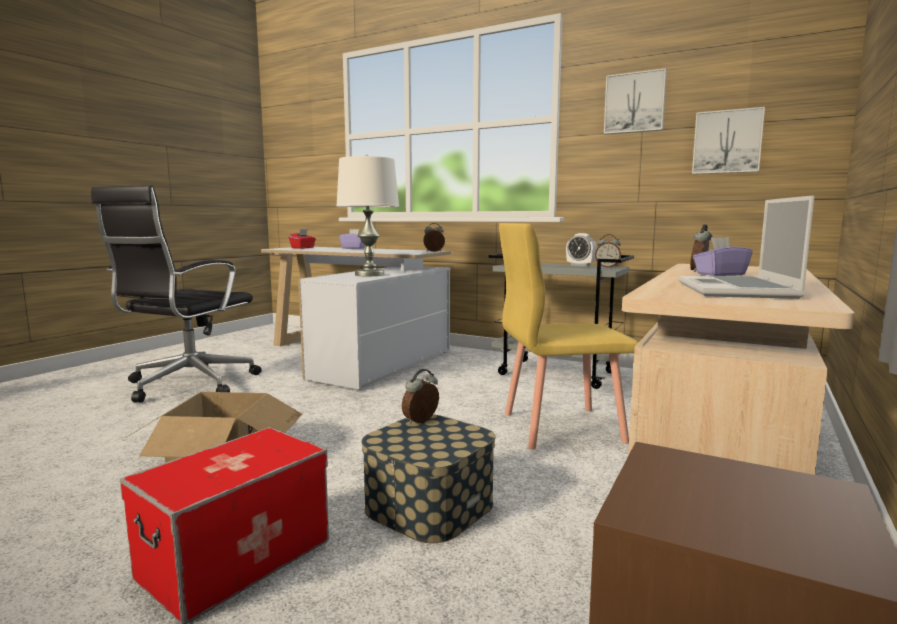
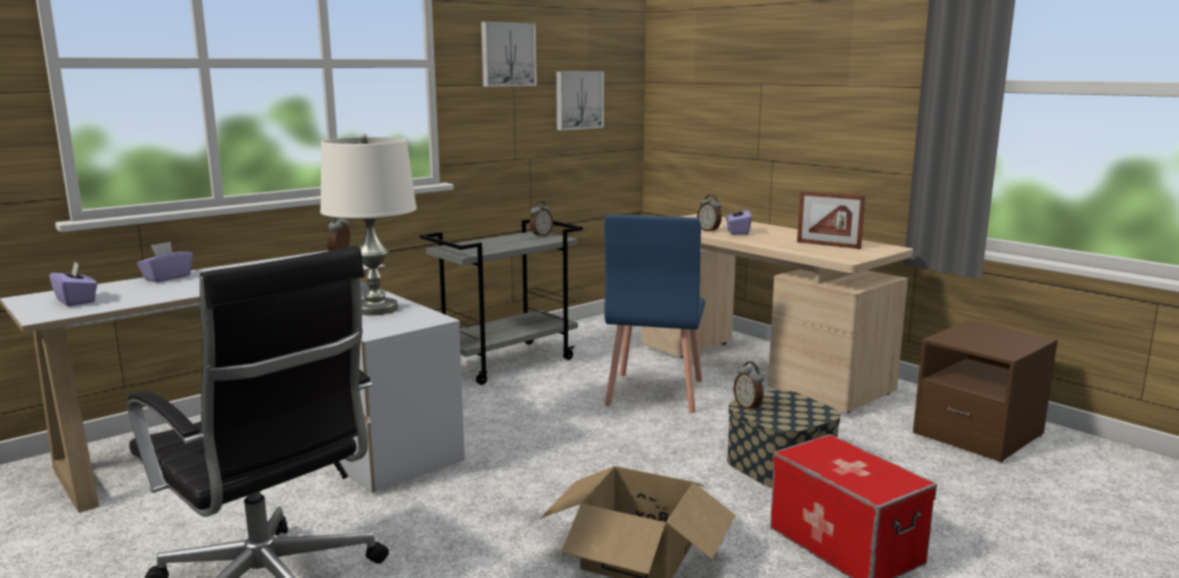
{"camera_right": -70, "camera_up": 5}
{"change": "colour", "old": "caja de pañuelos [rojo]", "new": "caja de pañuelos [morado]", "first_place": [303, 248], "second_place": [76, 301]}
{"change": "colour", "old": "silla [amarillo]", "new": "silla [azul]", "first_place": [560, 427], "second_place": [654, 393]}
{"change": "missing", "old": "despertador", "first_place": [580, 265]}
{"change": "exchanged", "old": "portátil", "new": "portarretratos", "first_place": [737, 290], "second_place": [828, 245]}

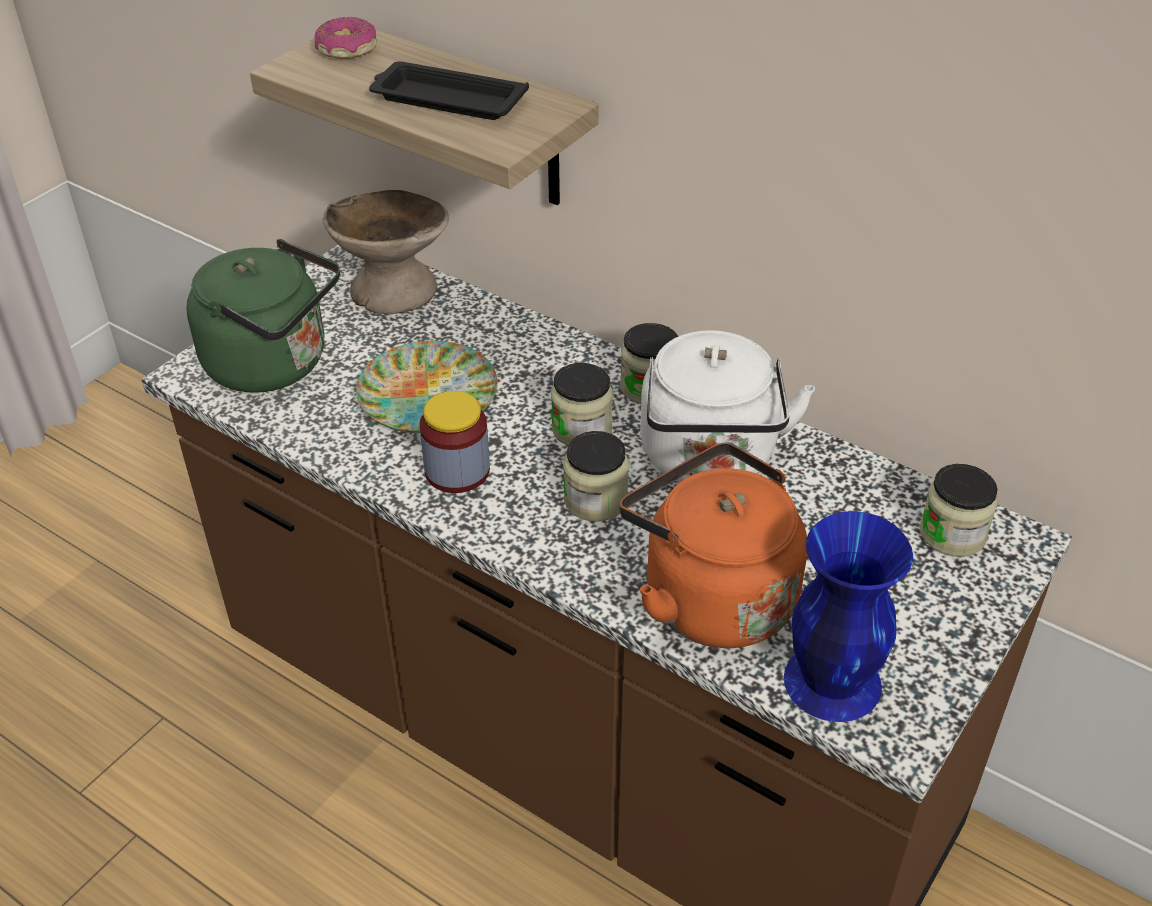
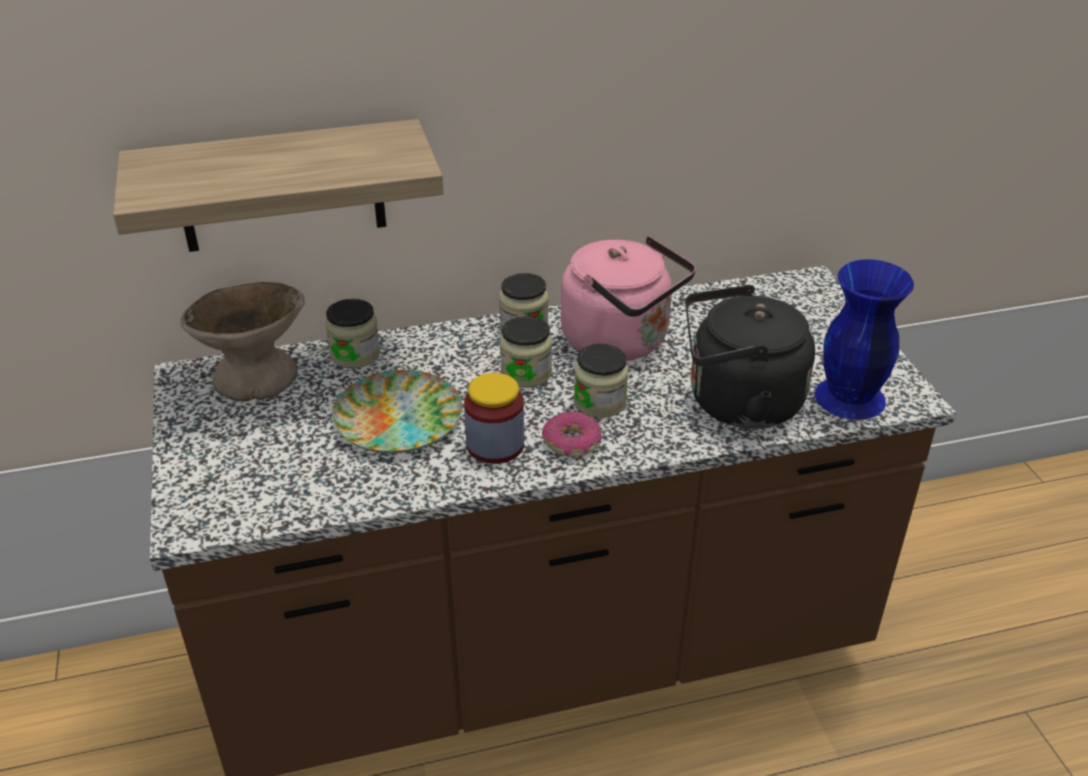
{"camera_right": -50, "camera_up": -5}
{"change": "missing", "old": "hervidor [verde]", "first_place": [275, 364]}
{"change": "relocated", "old": "rosquilla", "first_place": [347, 49], "second_place": [571, 442]}
{"change": "missing", "old": "bandeja [negro]", "first_place": [446, 100]}
{"change": "colour", "old": "hervidor [naranja]", "new": "hervidor [negro]", "first_place": [711, 596], "second_place": [737, 403]}
{"change": "colour", "old": "hervidor [blanco]", "new": "hervidor [rosa]", "first_place": [710, 461], "second_place": [621, 341]}
{"change": "relocated", "old": "tarro", "first_place": [952, 534], "second_place": [355, 354]}

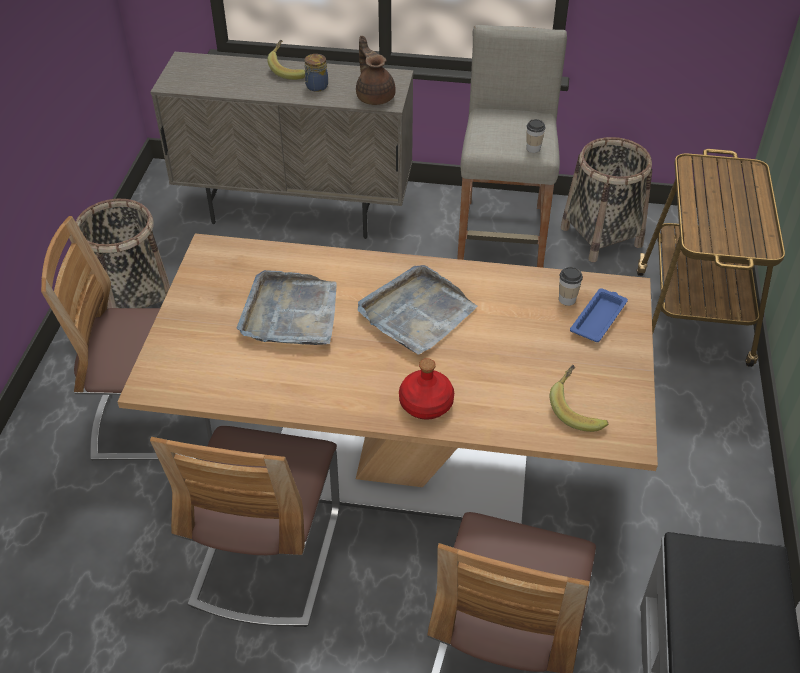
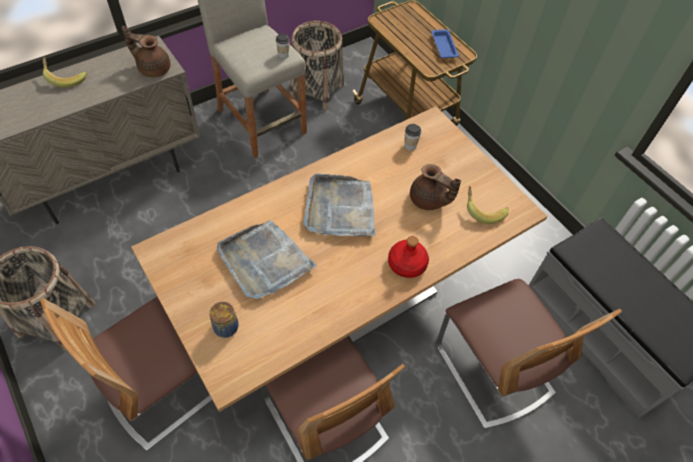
{"camera_right": -45, "camera_up": 10}
{"change": "relocated", "old": "tarro", "first_place": [316, 87], "second_place": [226, 328]}
{"change": "relocated", "old": "bandeja [azul]", "first_place": [598, 318], "second_place": [443, 46]}
{"change": "appeared", "new": "tetera [marrón]", "second_place": [428, 200]}

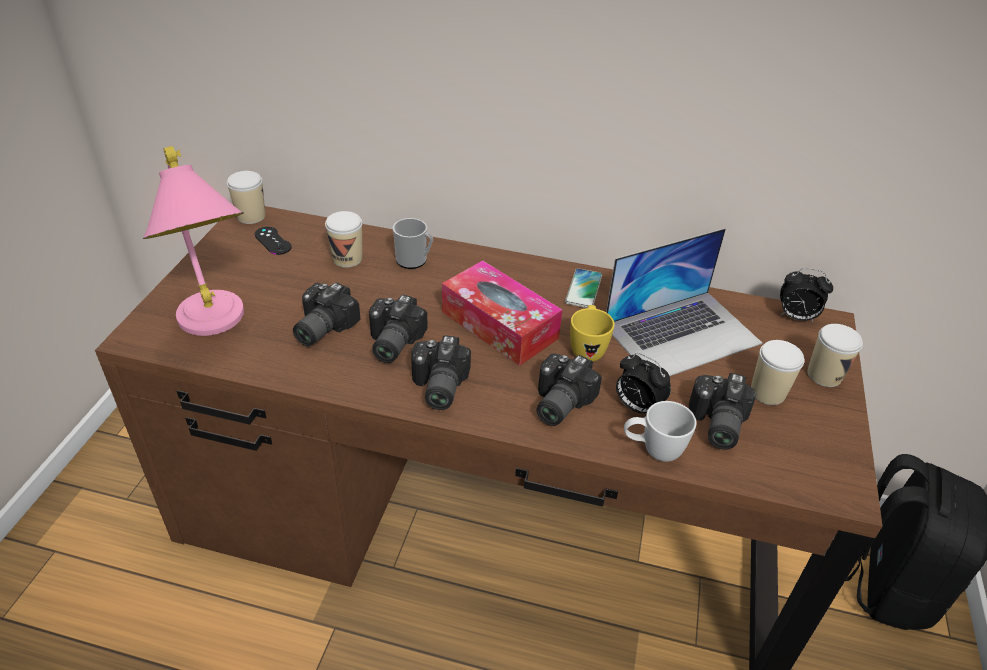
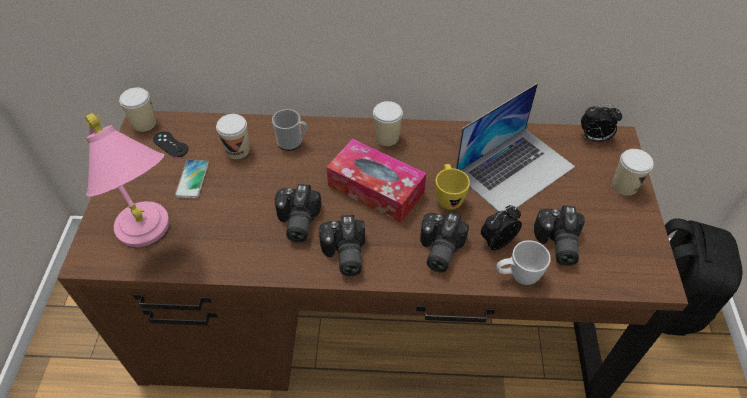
{"camera_right": -10, "camera_up": 10}
{"change": "missing", "old": "cámara", "first_place": [320, 327]}
{"change": "relocated", "old": "móvil", "first_place": [583, 289], "second_place": [192, 179]}
{"change": "spun", "old": "despertador", "first_place": [636, 407], "second_place": [497, 241], "degrees": 120}
{"change": "relocated", "old": "taza", "first_place": [767, 392], "second_place": [387, 137]}

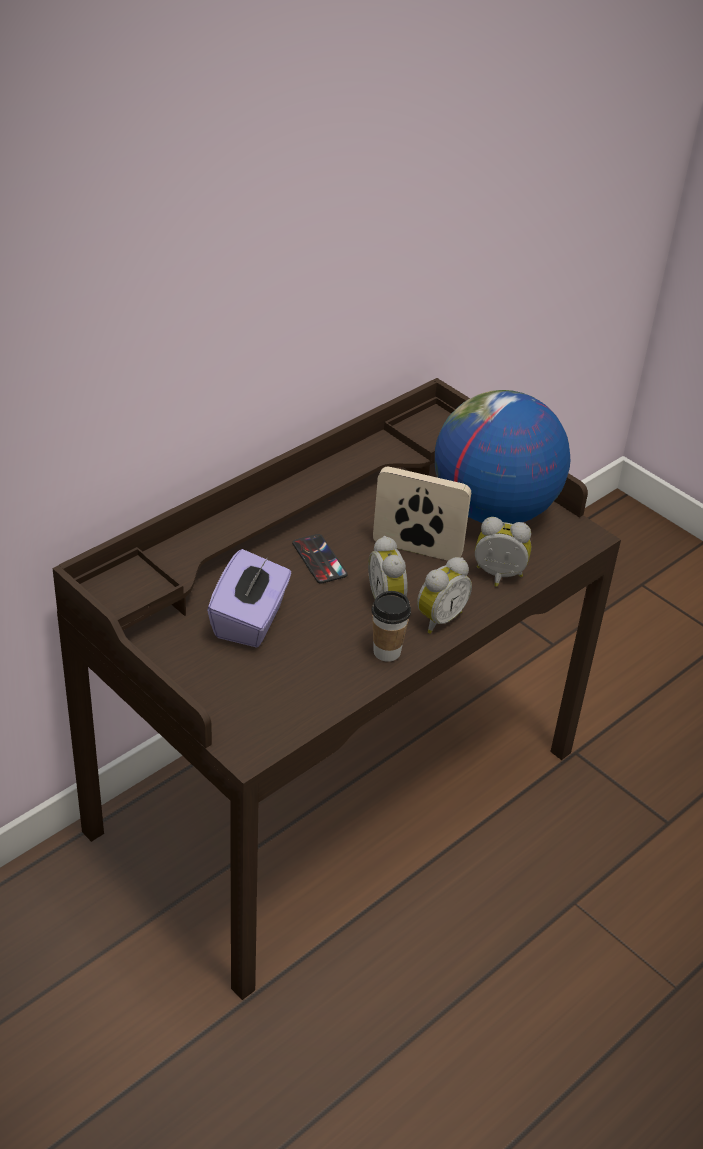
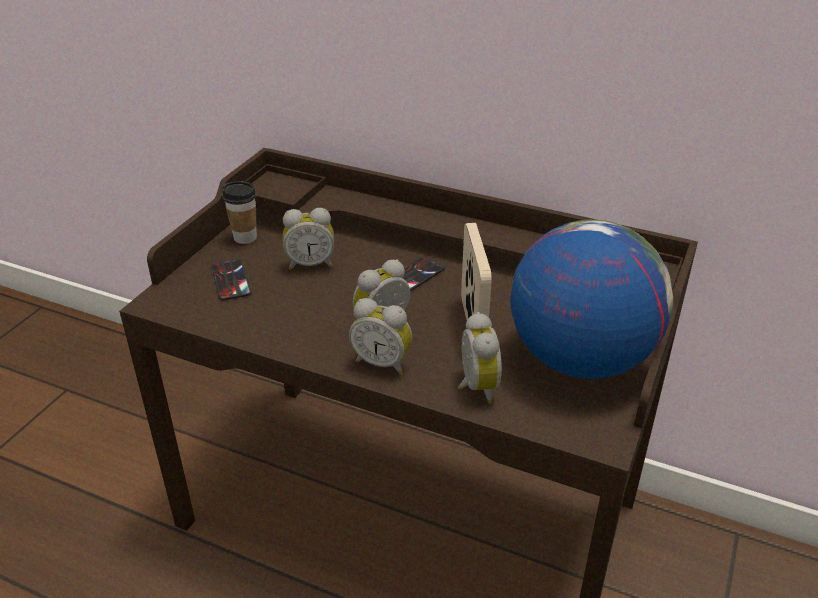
{"camera_right": 70, "camera_up": -5}
{"change": "exchanged", "old": "caja de pañuelos [morado]", "new": "despertador", "first_place": [250, 620], "second_place": [310, 264]}
{"change": "relocated", "old": "taza", "first_place": [387, 652], "second_place": [245, 237]}
{"change": "appeared", "new": "móvil", "second_place": [230, 280]}

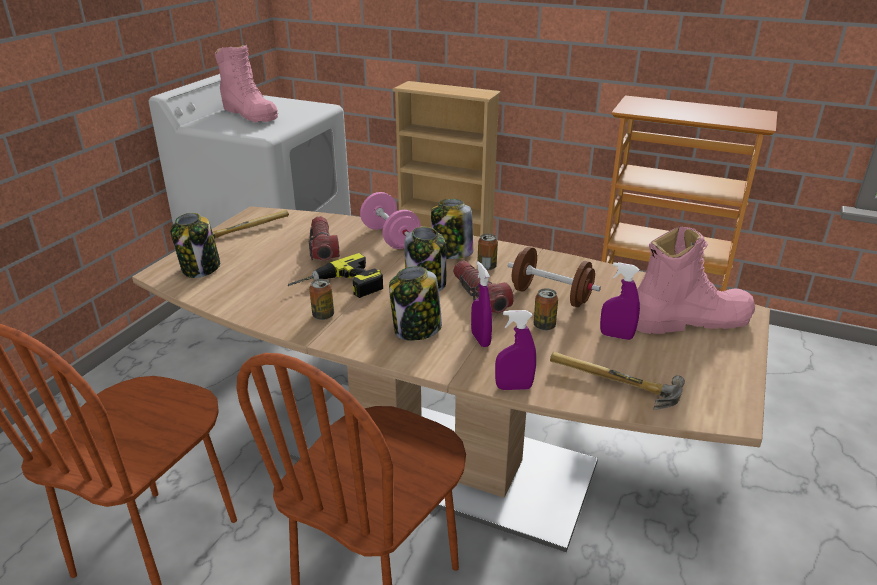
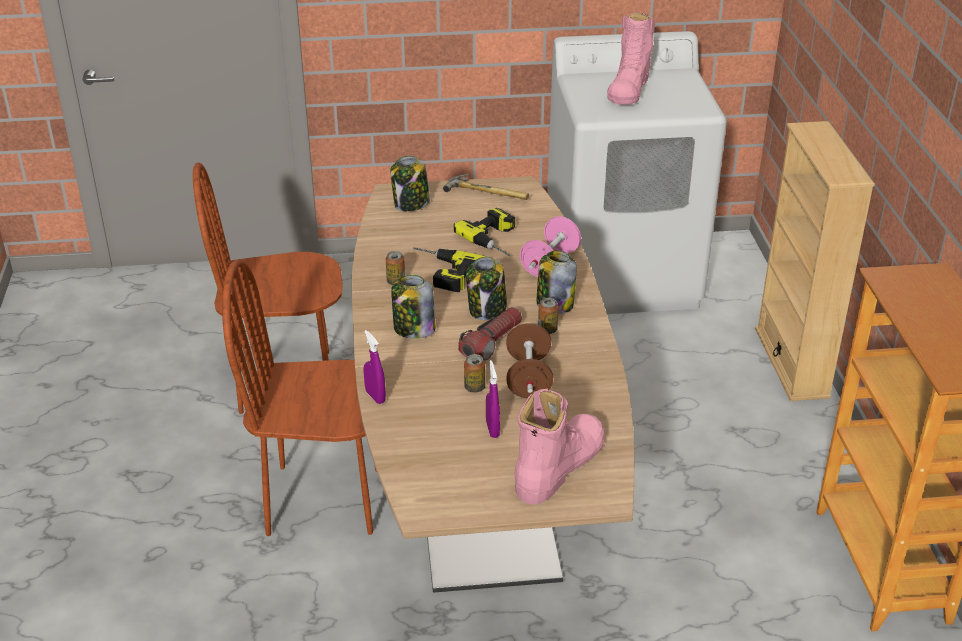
{"camera_right": 60, "camera_up": 5}
{"change": "exchanged", "old": "linterna", "new": "taladro", "first_place": [323, 247], "second_place": [497, 239]}
{"change": "missing", "old": "pulverizador [morado]", "first_place": [480, 339]}
{"change": "missing", "old": "martillo", "first_place": [613, 386]}
{"change": "spun", "old": "bota [rosa]", "first_place": [690, 320], "second_place": [558, 466], "degrees": -105}

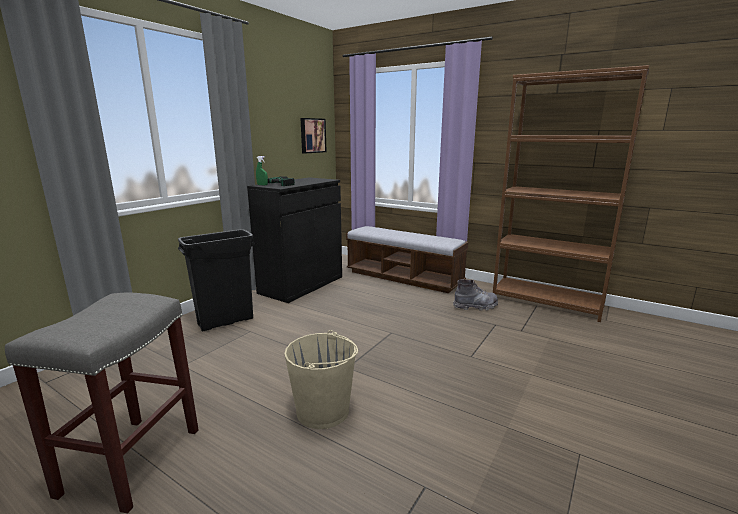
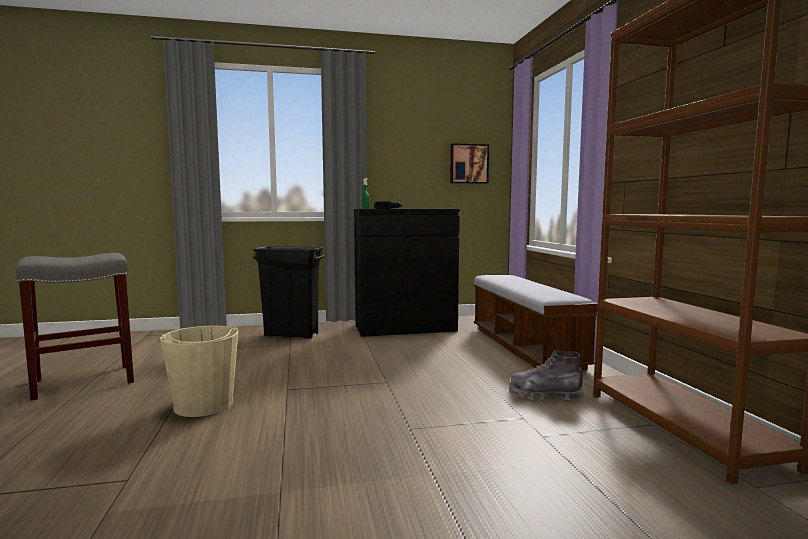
{"camera_right": 45, "camera_up": -10}
{"change": "spun", "old": "bota [gris]", "first_place": [475, 306], "second_place": [544, 395], "degrees": 150}

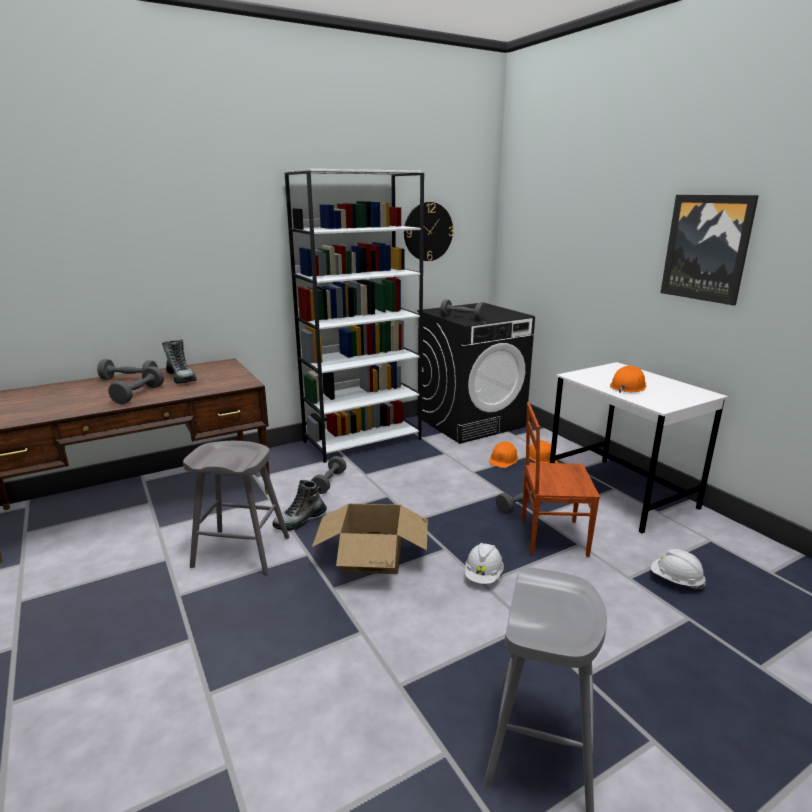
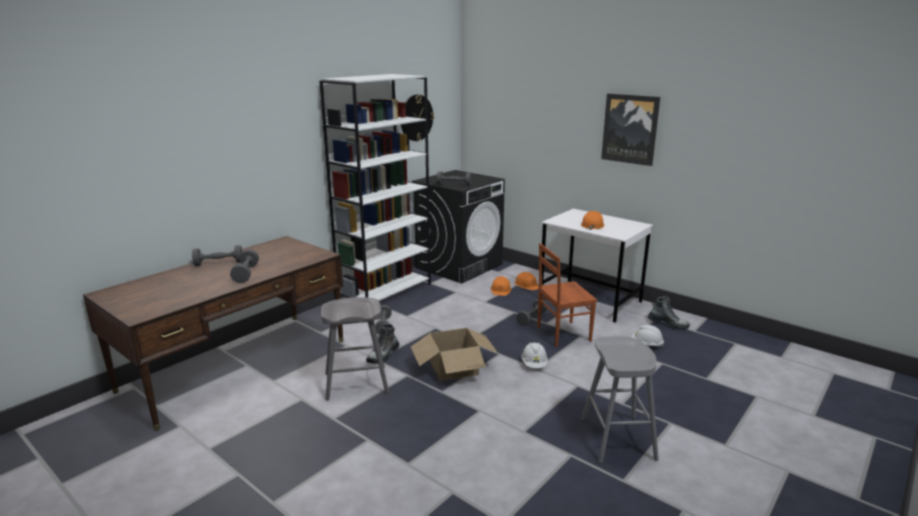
{"camera_right": -20, "camera_up": 0}
{"change": "relocated", "old": "bota", "first_place": [181, 378], "second_place": [667, 324]}

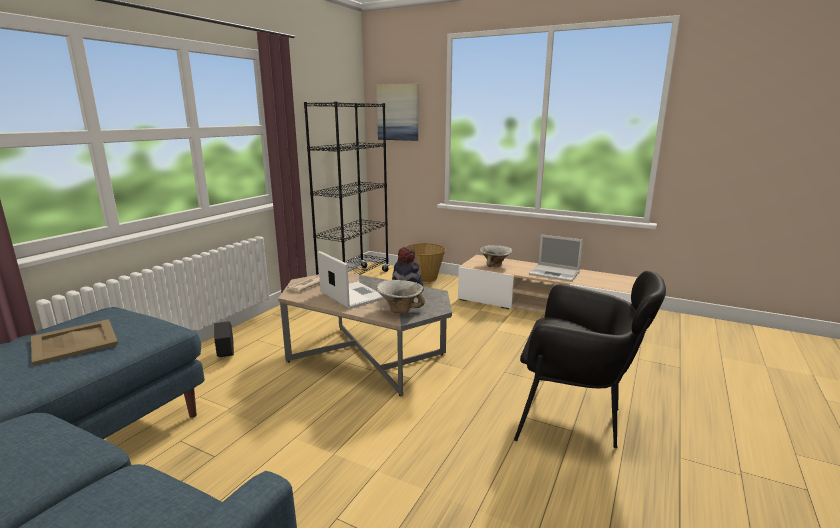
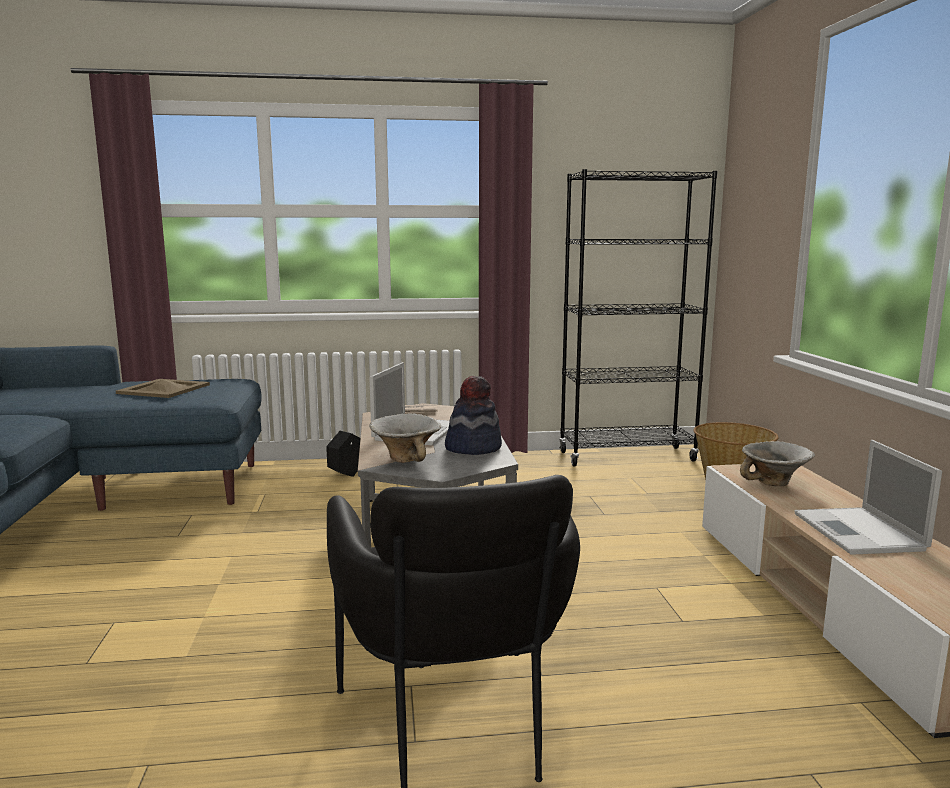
{"camera_right": 55, "camera_up": -5}
{"change": "missing", "old": "cuadro", "first_place": [398, 112]}

